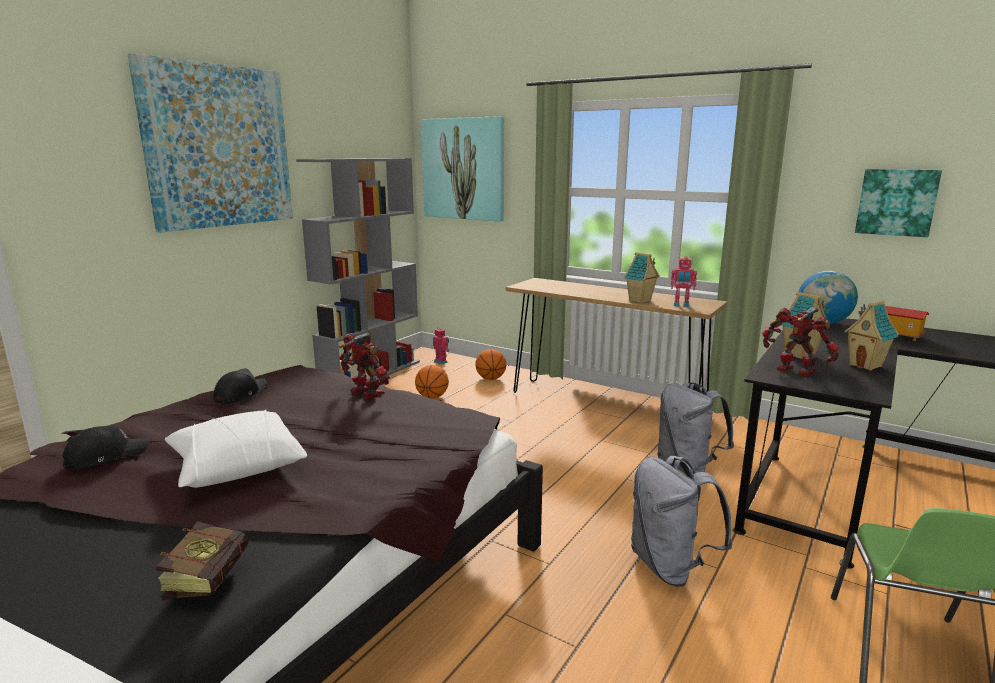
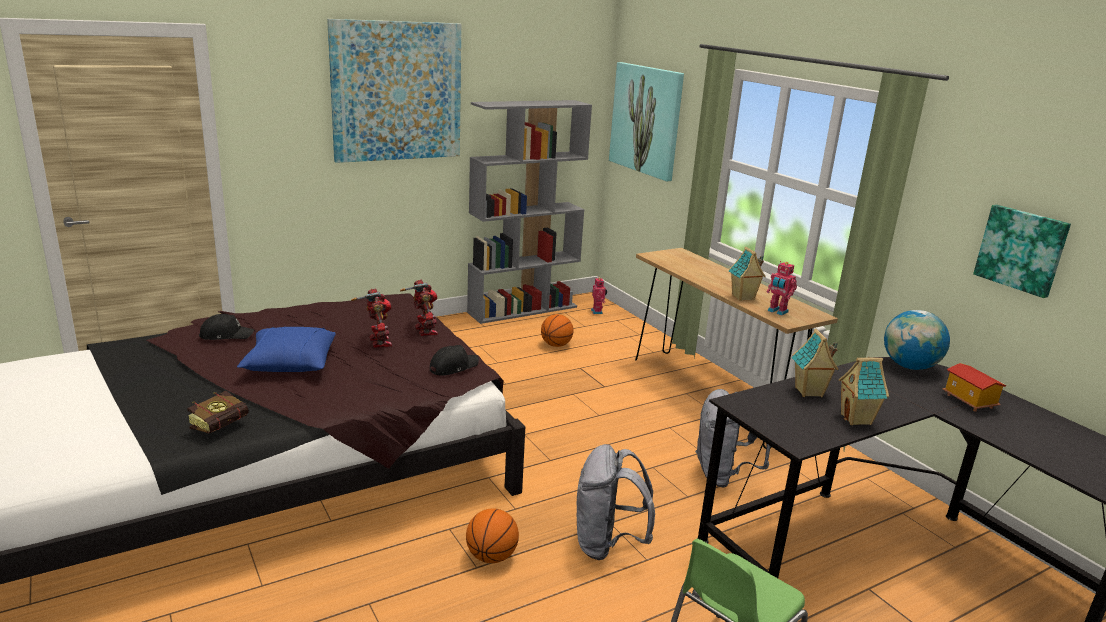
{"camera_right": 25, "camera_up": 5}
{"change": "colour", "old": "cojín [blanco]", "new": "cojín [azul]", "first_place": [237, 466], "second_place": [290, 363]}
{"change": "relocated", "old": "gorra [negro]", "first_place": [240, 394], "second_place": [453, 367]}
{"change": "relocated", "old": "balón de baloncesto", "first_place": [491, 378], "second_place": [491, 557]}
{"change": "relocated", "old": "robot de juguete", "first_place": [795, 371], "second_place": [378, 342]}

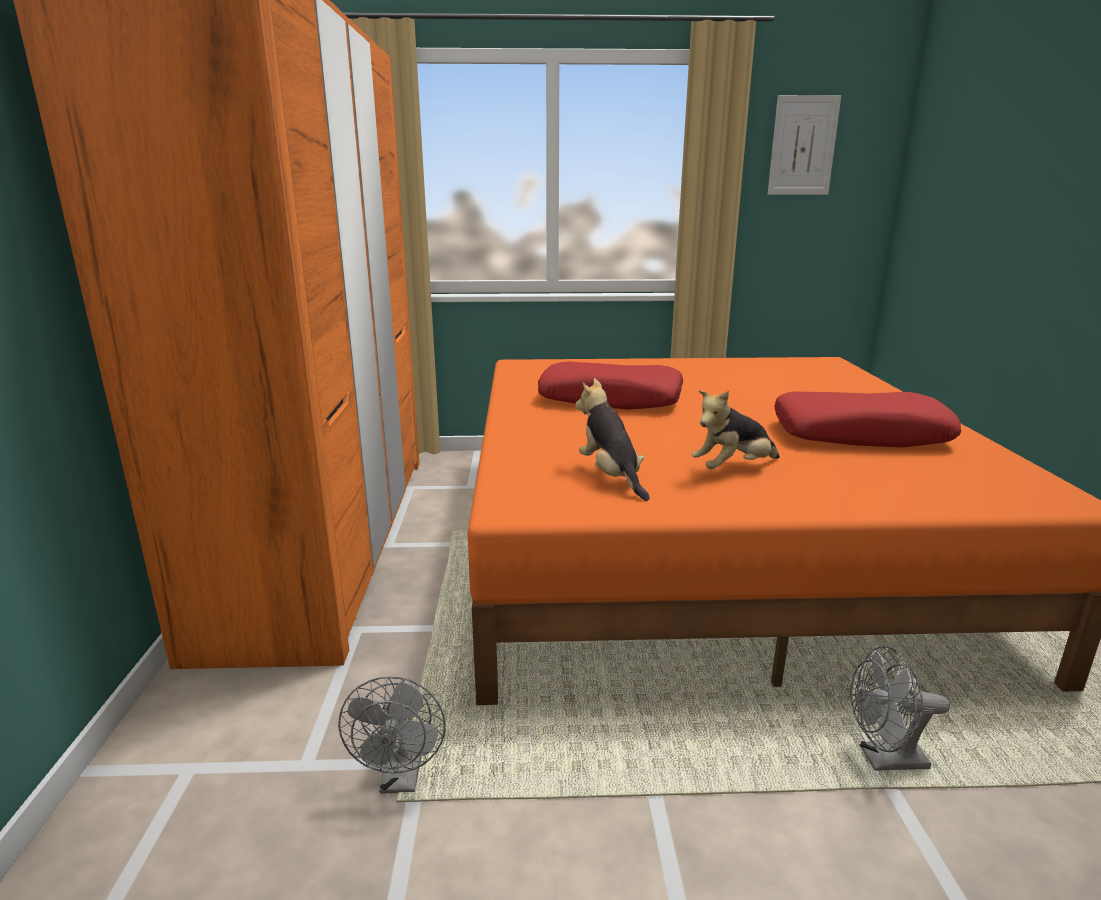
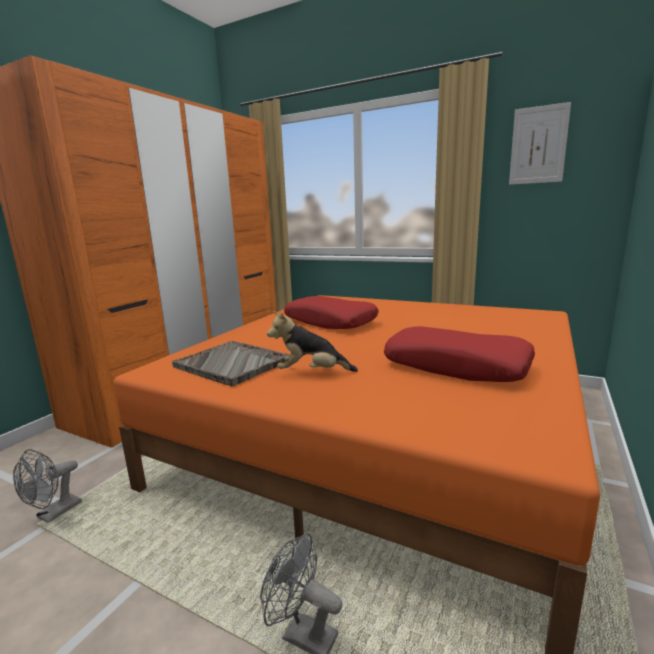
{"camera_right": 30, "camera_up": -5}
{"change": "exchanged", "old": "peluche", "new": "bandeja [gris]", "first_place": [611, 476], "second_place": [232, 364]}

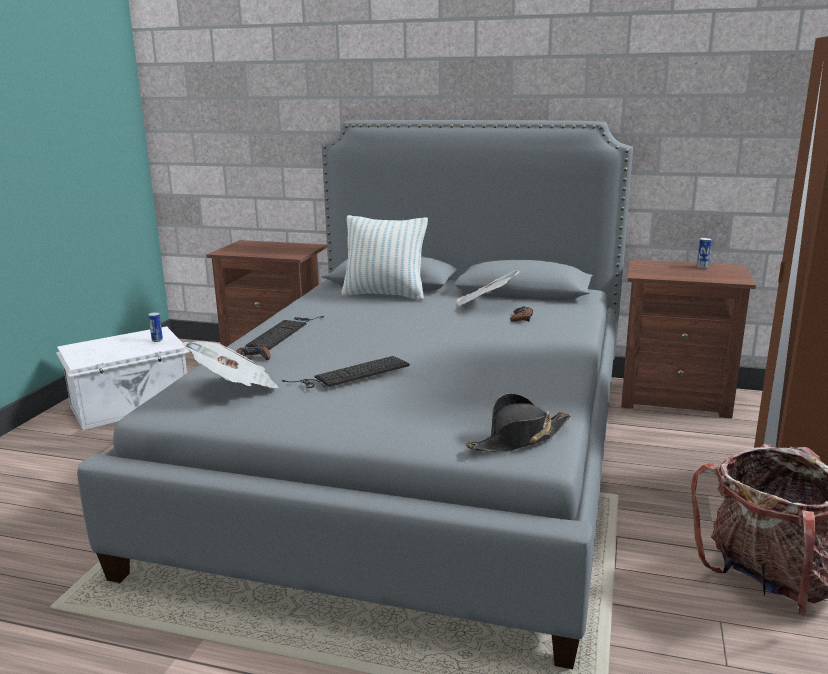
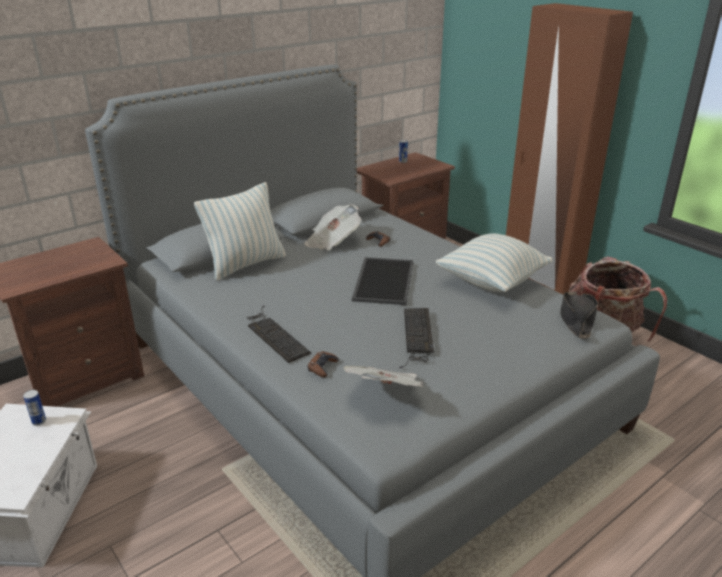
{"camera_right": -55, "camera_up": 10}
{"change": "appeared", "new": "bandeja", "second_place": [382, 280]}
{"change": "appeared", "new": "cojín", "second_place": [491, 282]}

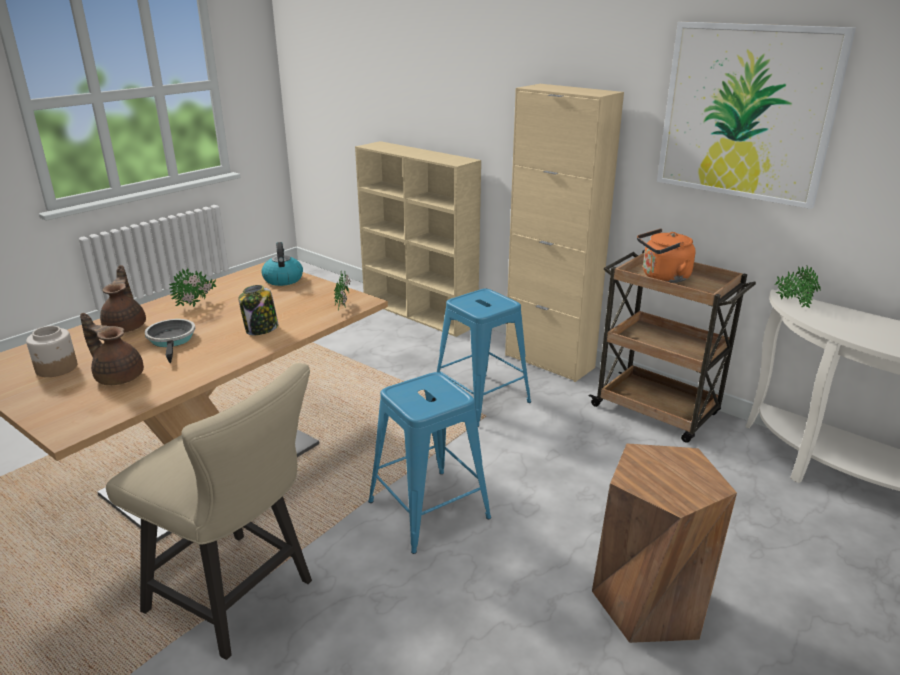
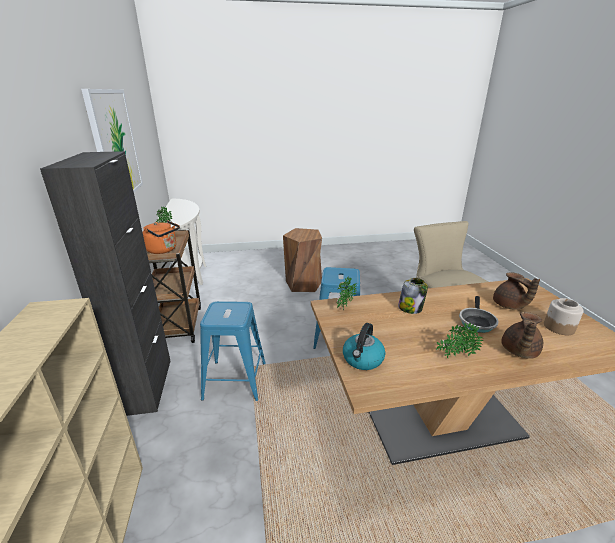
{"camera_right": -140, "camera_up": 0}
{"change": "colour", "old": "armario [beis]", "new": "armario [negro]", "first_place": [549, 361], "second_place": [148, 386]}

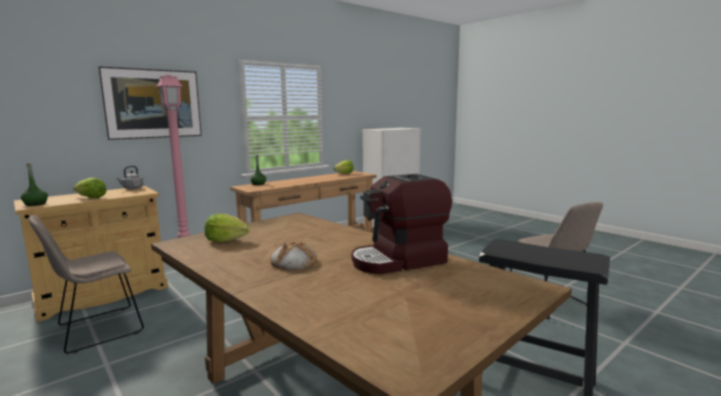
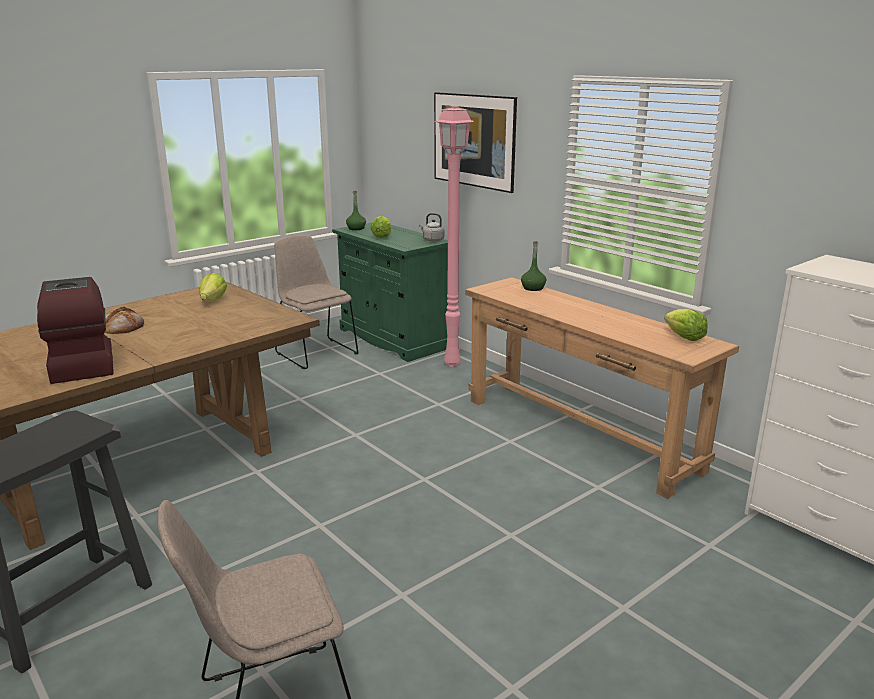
{"camera_right": 90, "camera_up": 10}
{"change": "colour", "old": "armario [beis]", "new": "armario [verde]", "first_place": [103, 295], "second_place": [393, 338]}

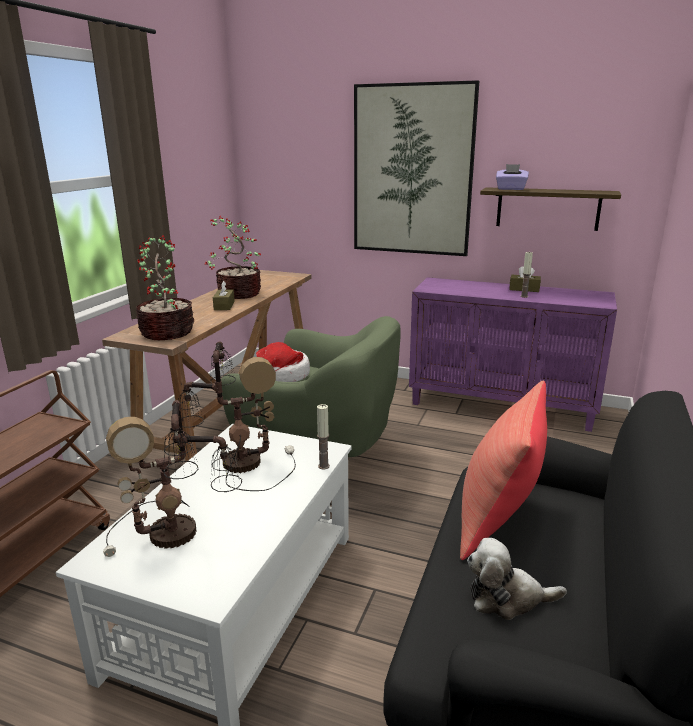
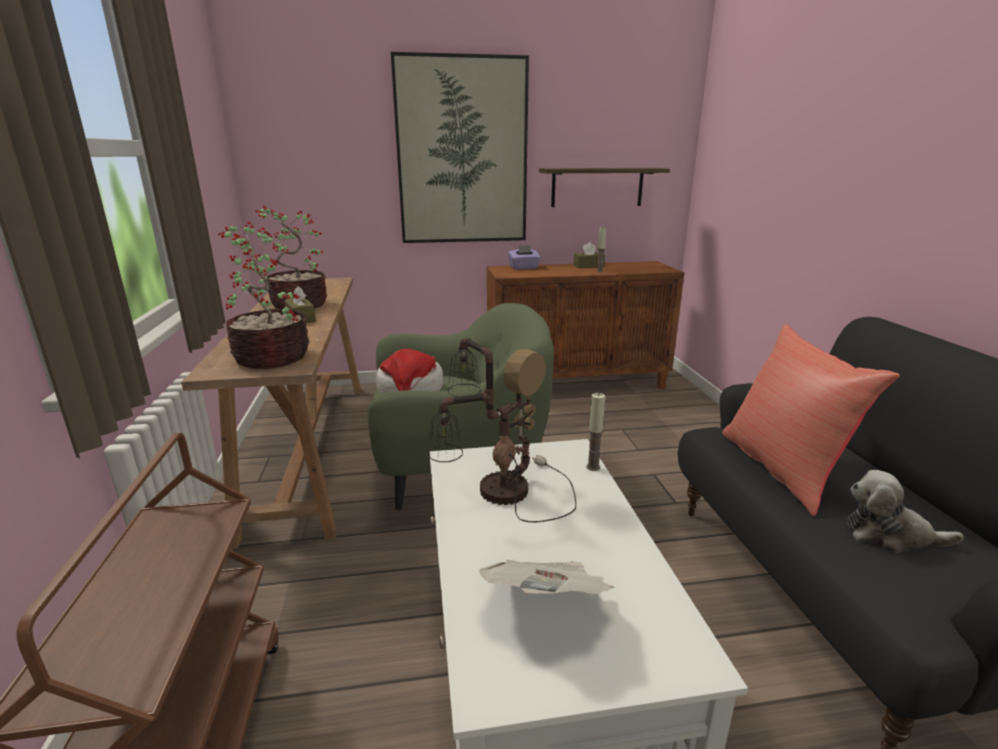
{"camera_right": -30, "camera_up": 0}
{"change": "exchanged", "old": "lámpara de mesa", "new": "periódico", "first_place": [176, 534], "second_place": [547, 603]}
{"change": "colour", "old": "armario [morado]", "new": "armario [marrón]", "first_place": [502, 406], "second_place": [577, 383]}
{"change": "spun", "old": "peluche", "first_place": [507, 598], "second_place": [890, 535], "degrees": 45}
{"change": "relocated", "old": "caja de pañuelos [morado]", "first_place": [510, 189], "second_place": [524, 268]}

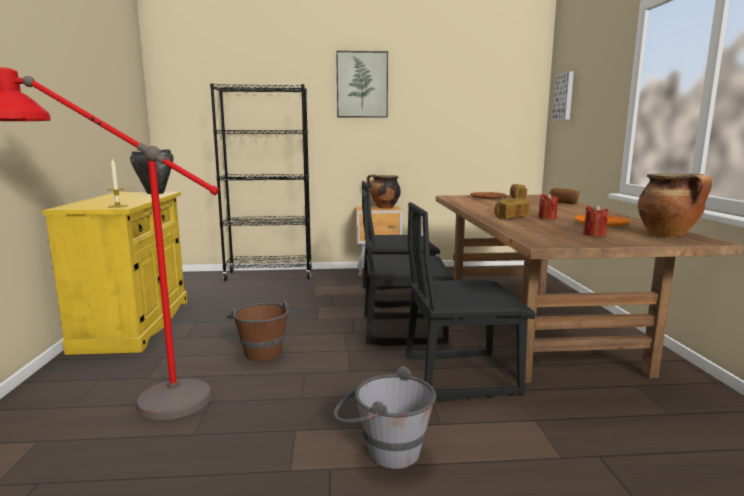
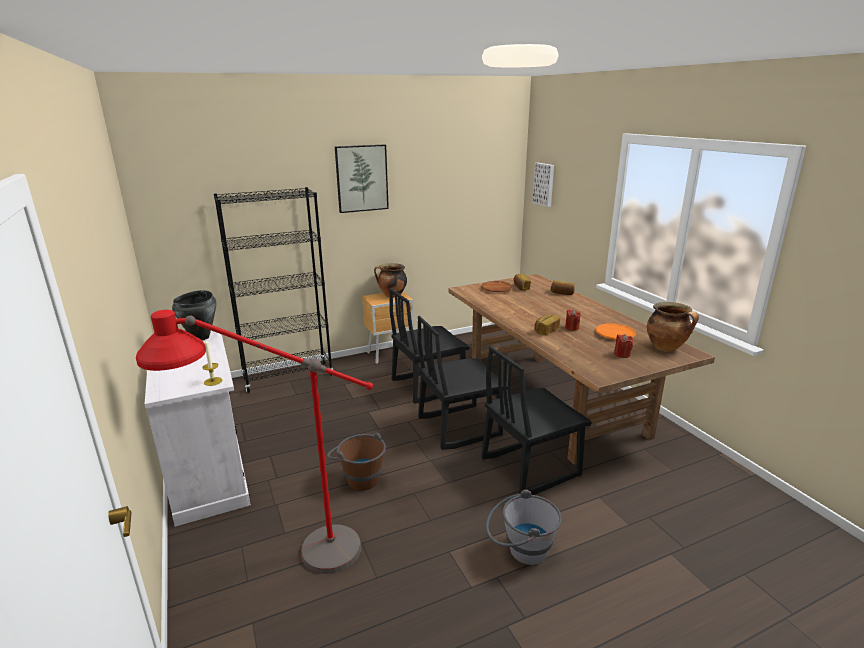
{"camera_right": -20, "camera_up": 10}
{"change": "colour", "old": "armario [amarillo]", "new": "armario [blanco]", "first_place": [135, 324], "second_place": [209, 472]}

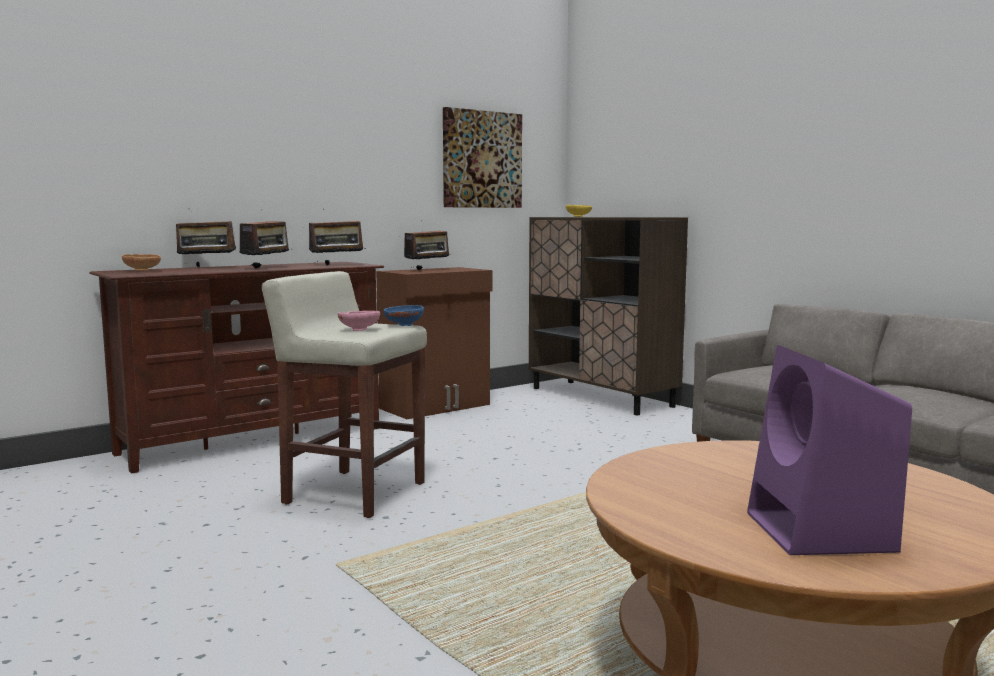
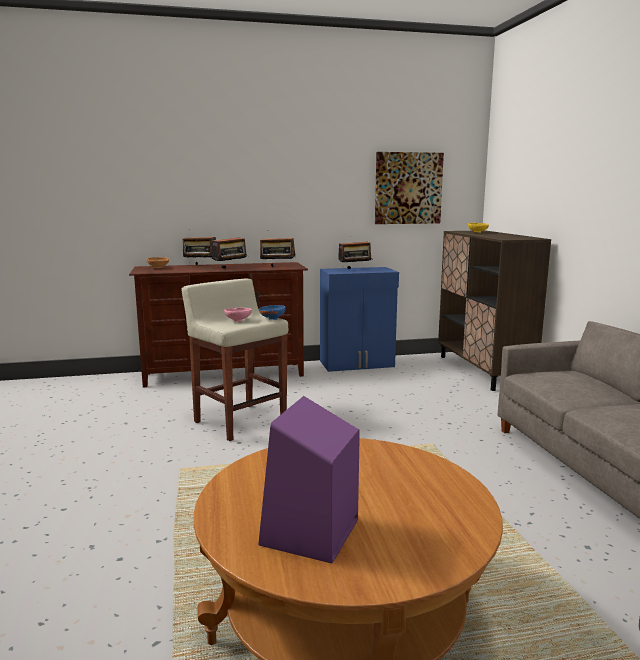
{"camera_right": 25, "camera_up": 5}
{"change": "colour", "old": "armario [marrón]", "new": "armario [azul]", "first_place": [437, 407], "second_place": [357, 364]}

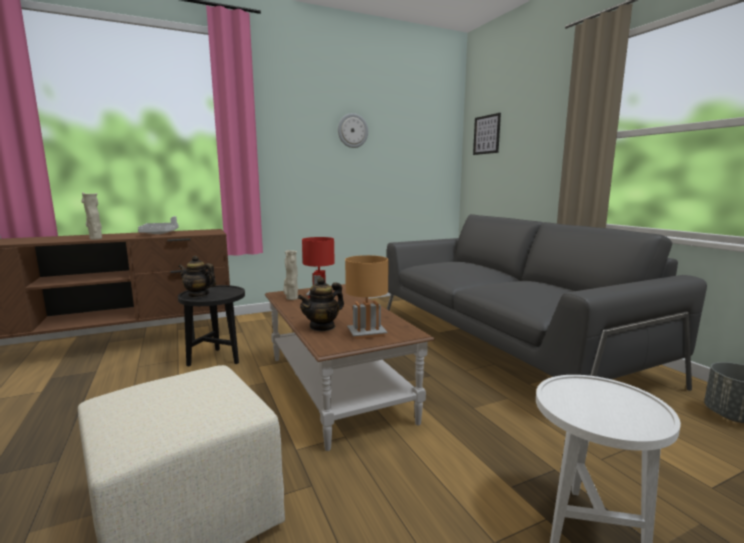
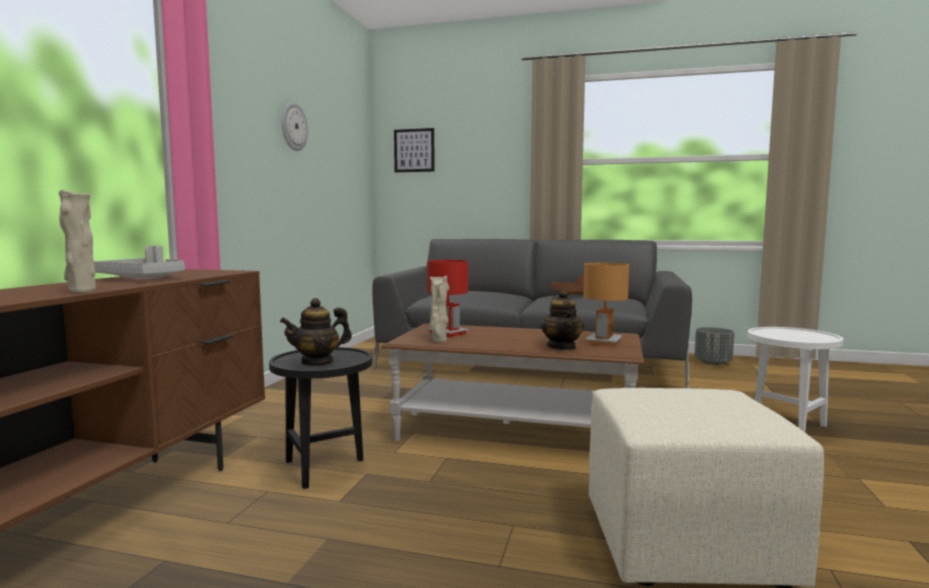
{"camera_right": -50, "camera_up": -5}
{"change": "appeared", "new": "bandeja [marrón]", "second_place": [571, 294]}

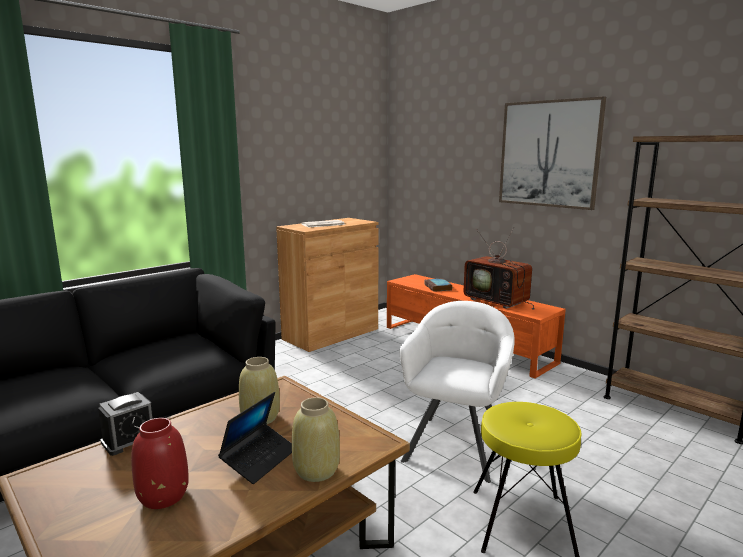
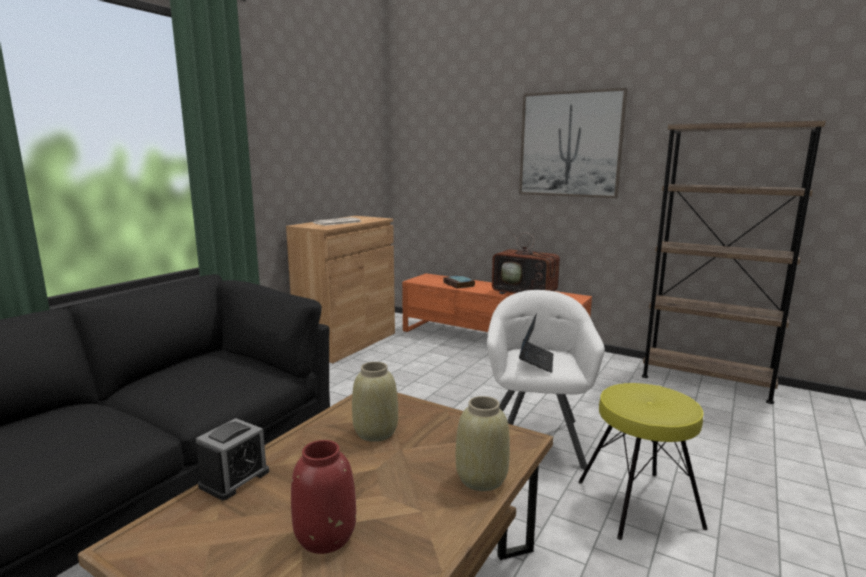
{"camera_right": -15, "camera_up": 0}
{"change": "relocated", "old": "portátil", "first_place": [259, 459], "second_place": [536, 361]}

